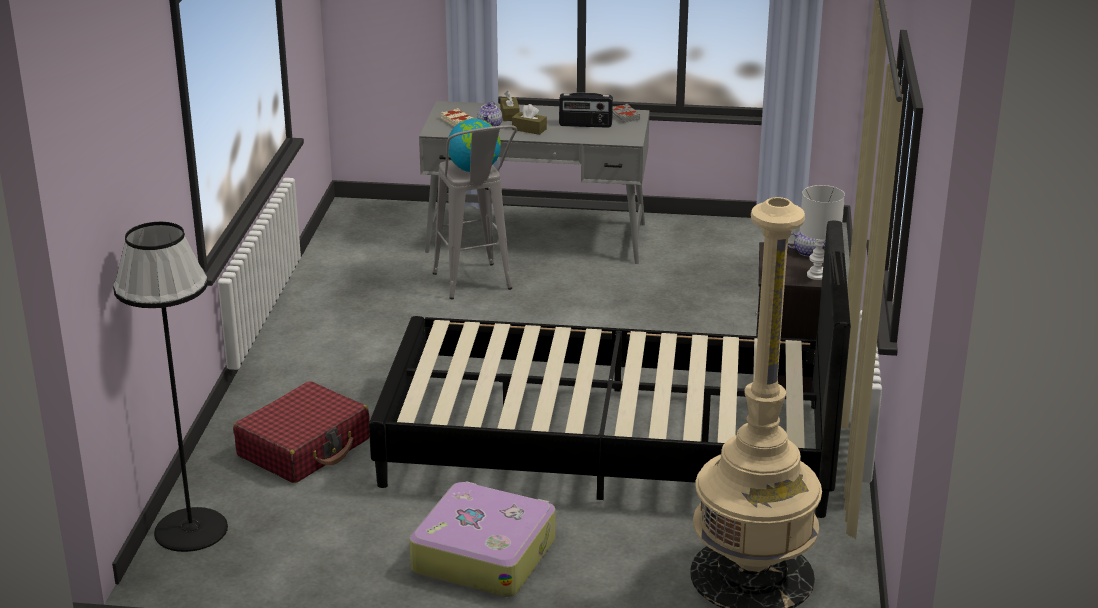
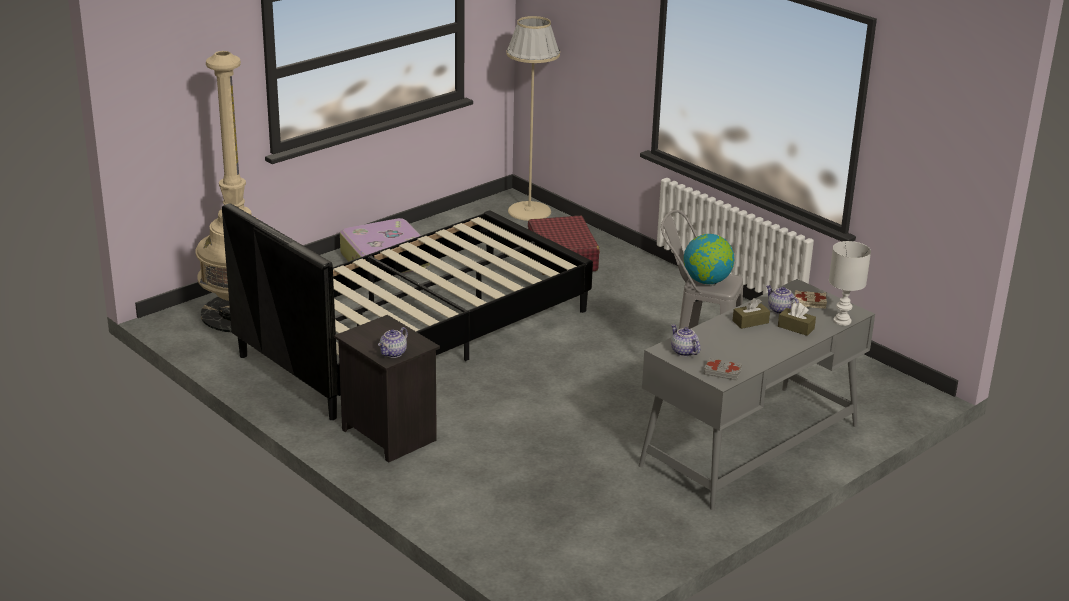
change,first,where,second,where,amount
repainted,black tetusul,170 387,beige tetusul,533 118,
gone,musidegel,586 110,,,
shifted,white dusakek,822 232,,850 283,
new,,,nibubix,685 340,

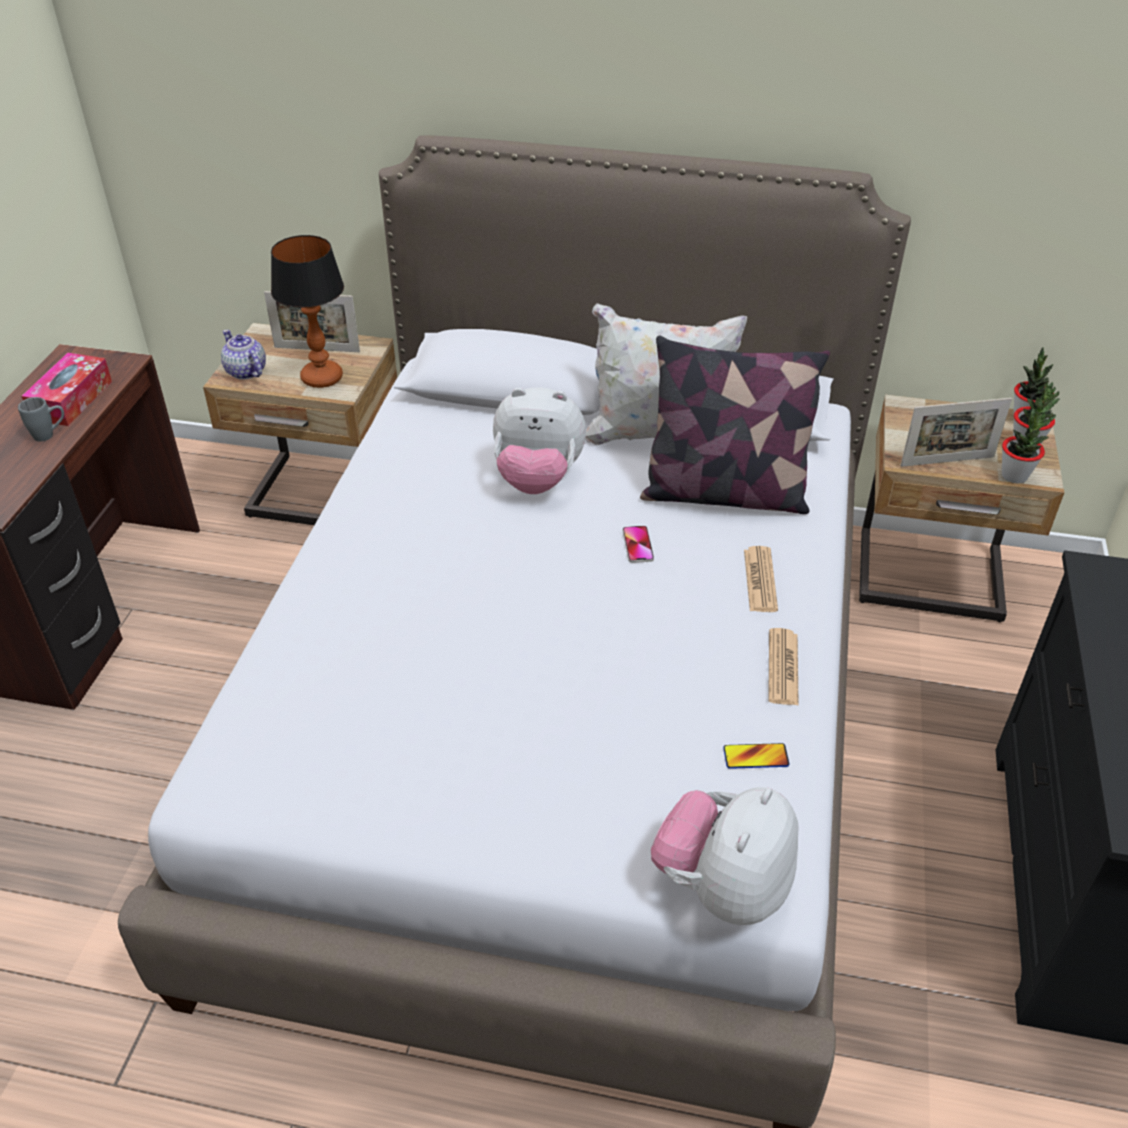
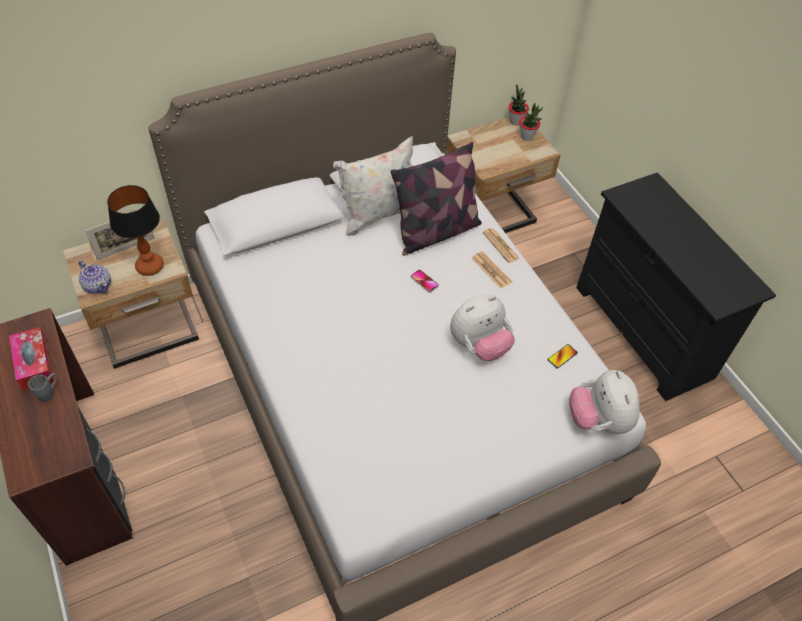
change,first,where,second,where,amount
rotated,nibubix,243 355,,94 277,150 degrees counterclockwise
shifted,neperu,539 440,,482 328,
shifted,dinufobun,783 667,,501 245,
gone,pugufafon,956 432,,,
gone,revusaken,1029 446,,,

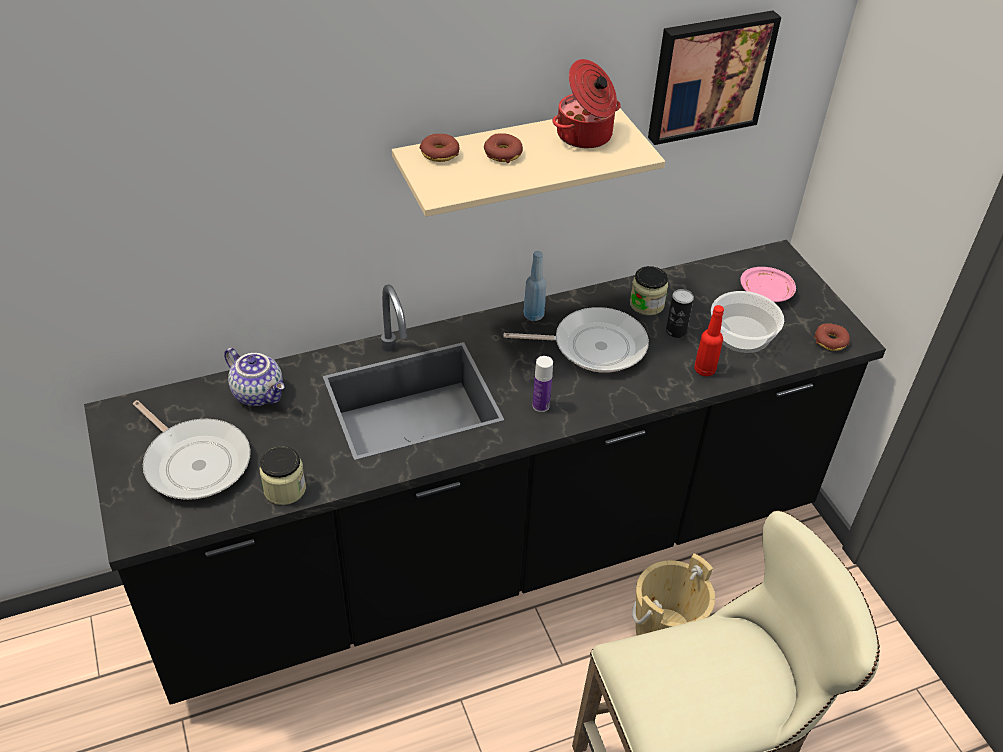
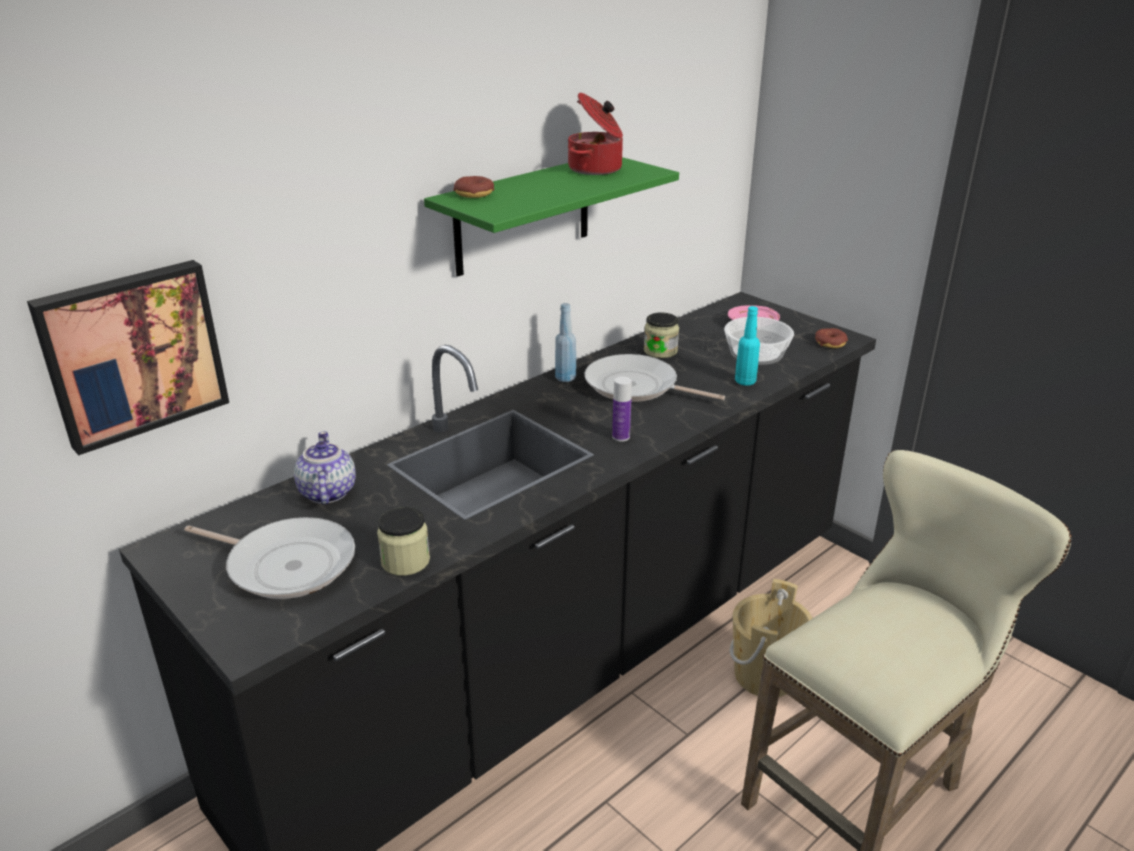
change,first,where,second,where,amount
rotated,nibubix,254 377,,325 468,120 degrees counterclockwise
repainted,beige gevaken,528 162,green gevaken,551 216,
gone,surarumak,503 148,,,
rotated,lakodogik,576 340,,655 378,135 degrees counterclockwise
shifted,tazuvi,714 77,,128 357,
gone,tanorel,680 313,,,
repainted,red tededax,709 340,turquoise tededax,747 346,

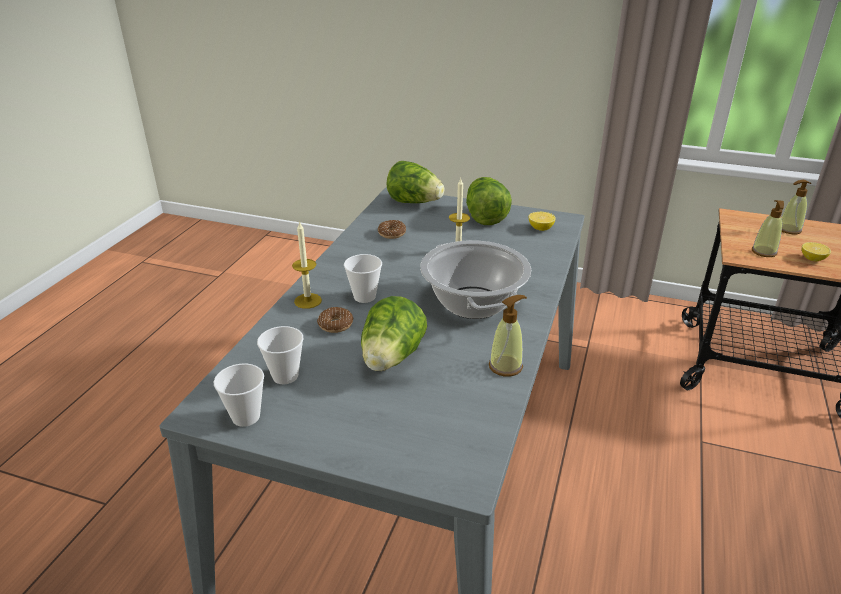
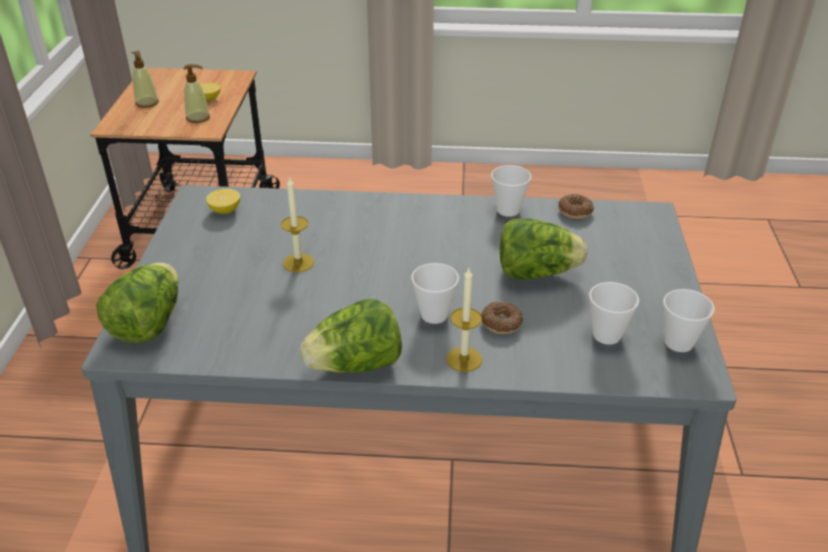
change,first,where,second,where,amount
shifted,surarumak,392 229,,576 206,
gone,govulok,475 279,,,
shifted,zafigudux,489 201,,351 336,
swapped,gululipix,508 336,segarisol,511 191,

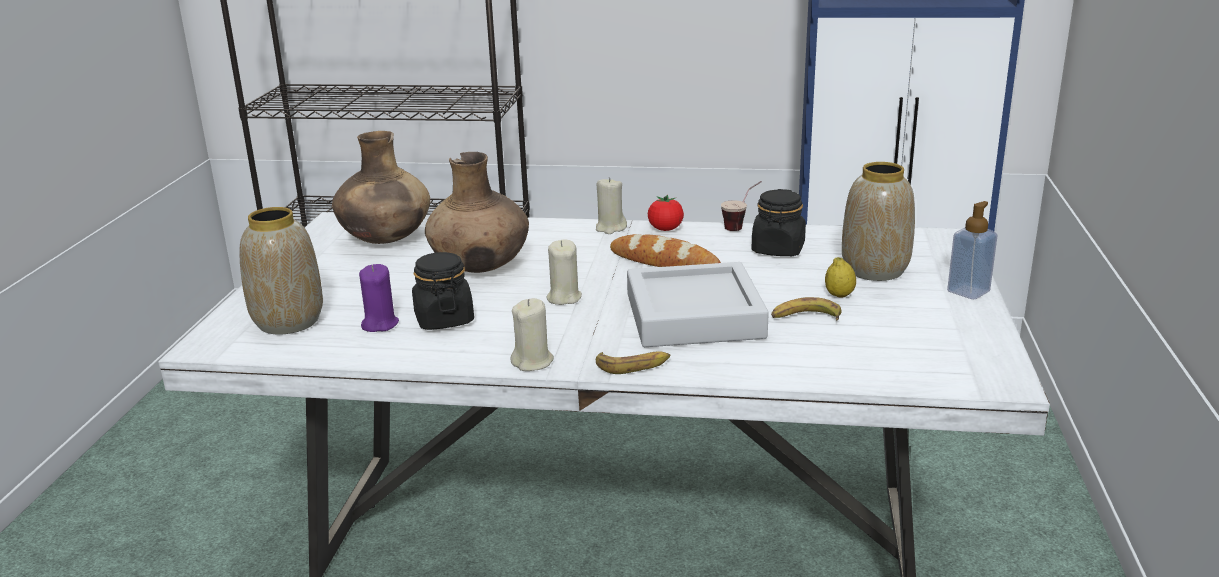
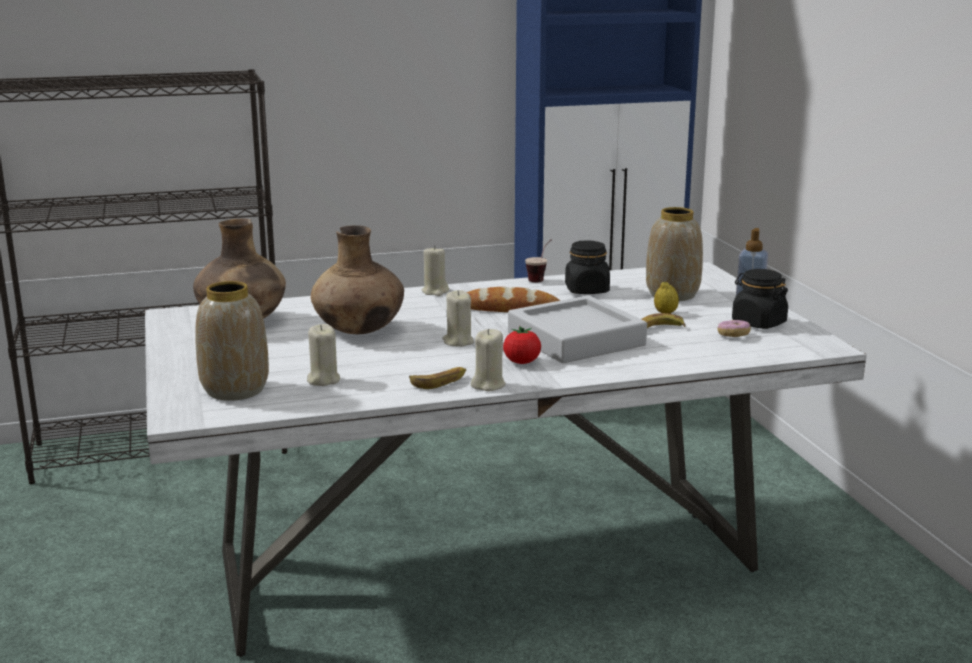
change,first,where,second,where,amount
repainted,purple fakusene,379 298,beige fakusene,323 355,
shifted,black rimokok,443 291,,760 299,
shifted,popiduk,633 362,,437 378,
shifted,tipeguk,666 213,,522 345,
new,,,surarumak,734 328,

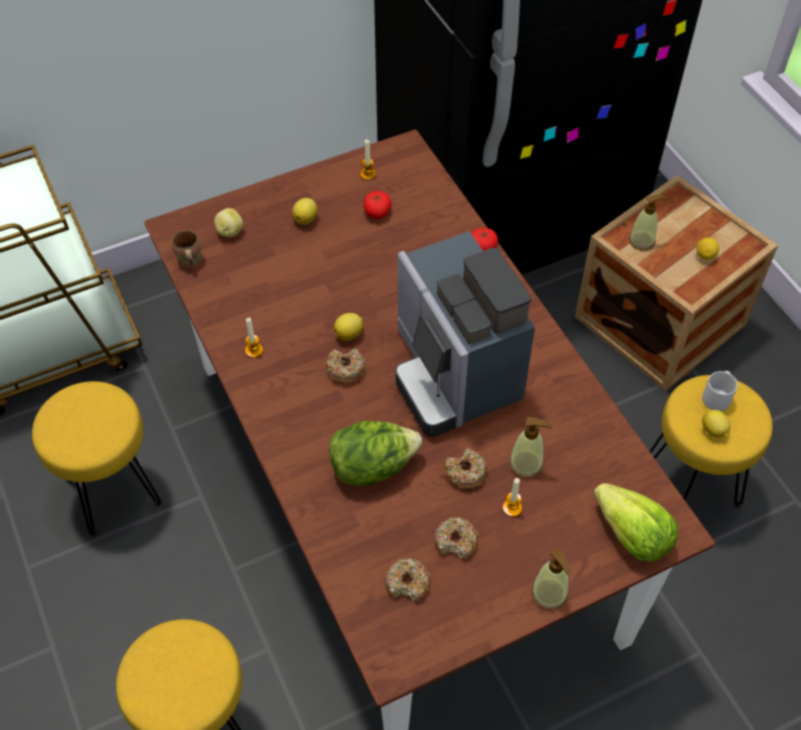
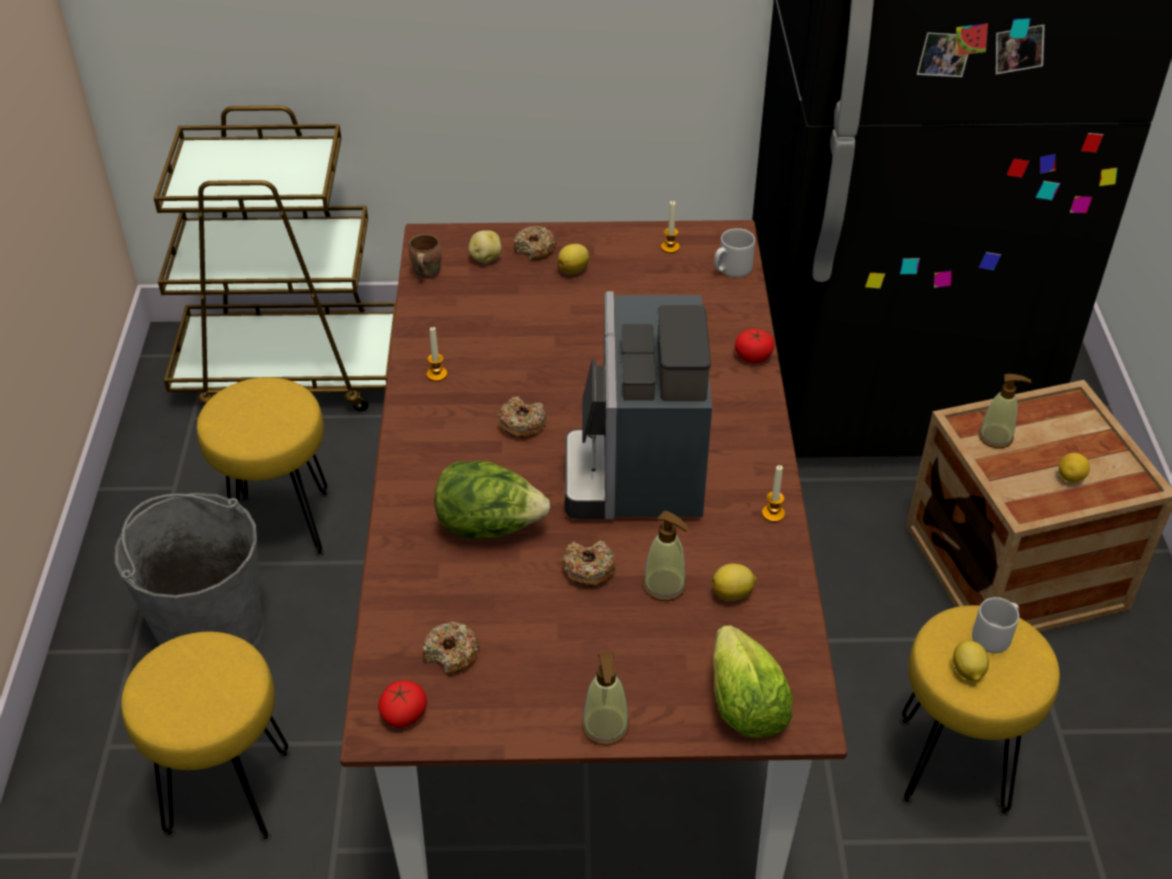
change,first,where,second,where,amount
shifted,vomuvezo,348 327,,734 582,
shifted,tipeguk,378 205,,402 703,
shifted,surarumak,456 538,,535 243,
shifted,fakusene,512 497,,773 493,
new,,,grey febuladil,189 570,
new,,,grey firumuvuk,734 253,

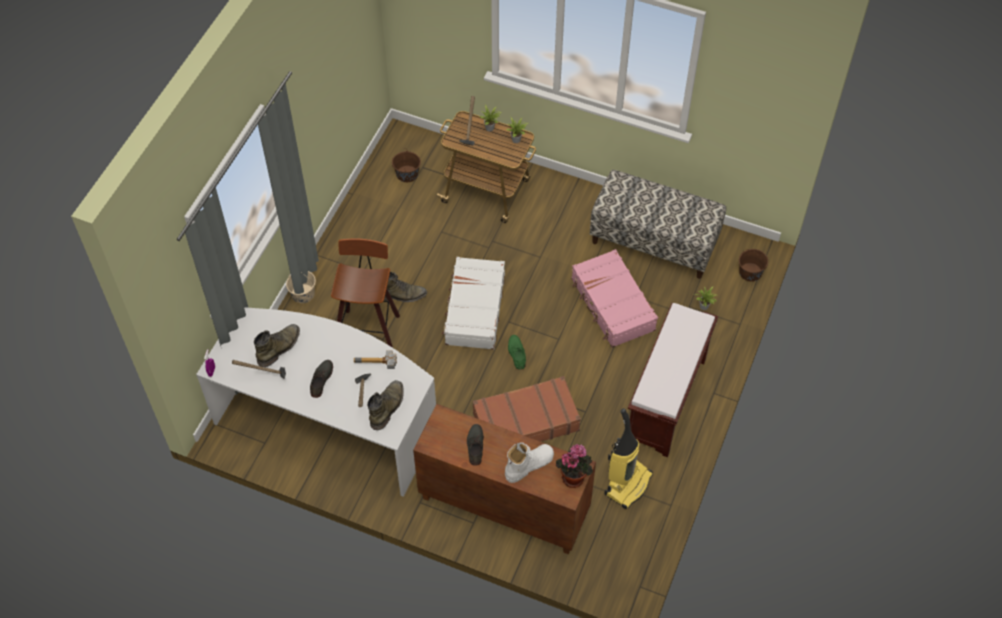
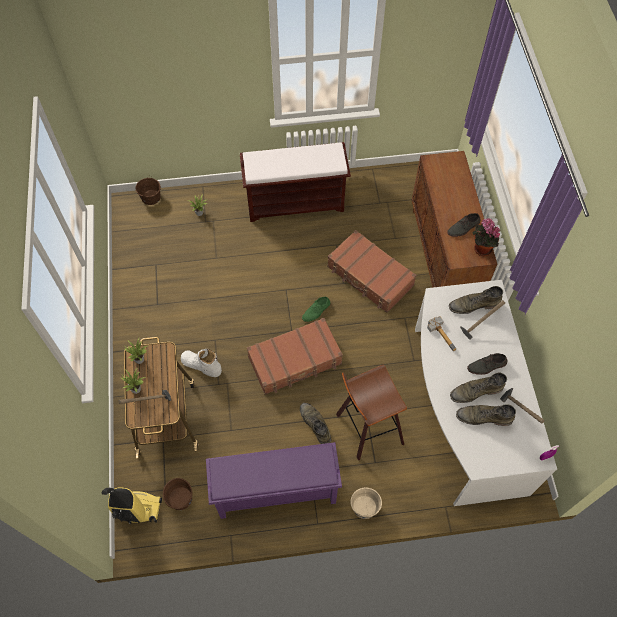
change,first,where,second,where,amount
repainted,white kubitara,473 303,brown kubitara,295 356,
shifted,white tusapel,529 462,,201 363,
shifted,revusaken,574 466,,486 237,
gone,pink kubitara,614 298,,,
gone,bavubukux,658 224,,,
shifted,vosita,628 458,,132 505,
new,,,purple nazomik,274 480,
new,,,green tusapel,478 388,

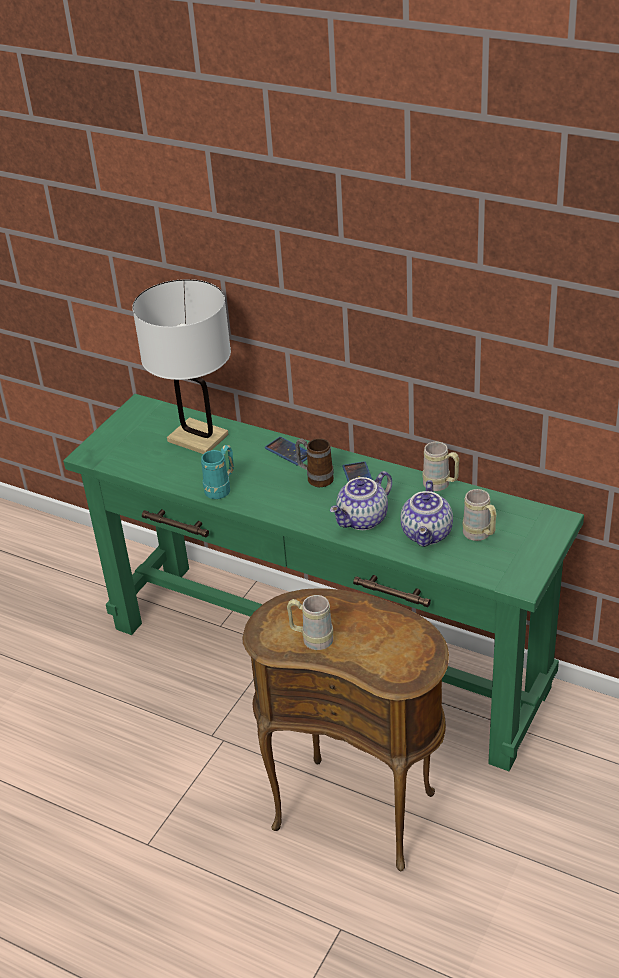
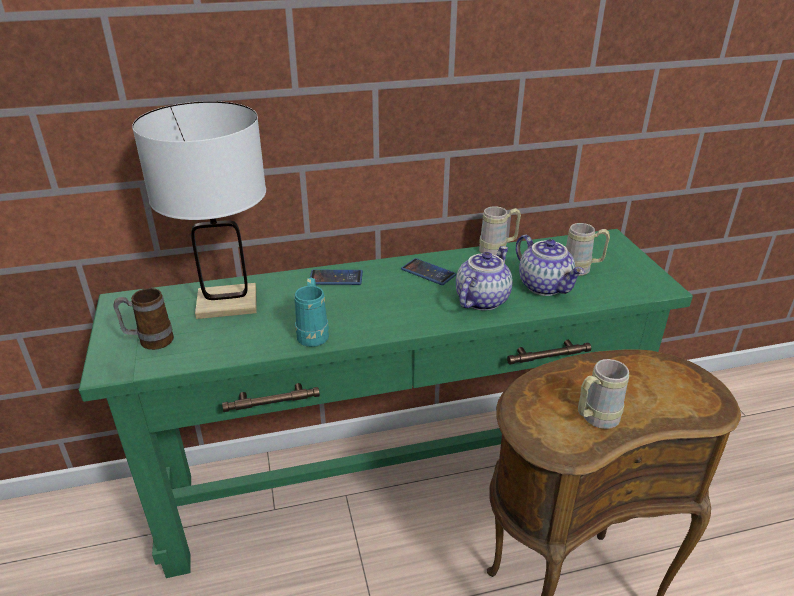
change,first,where,second,where,amount
shifted,firumuvuk,314 462,,143 319,
rotated,nibubix,361 500,,484 278,150 degrees counterclockwise

